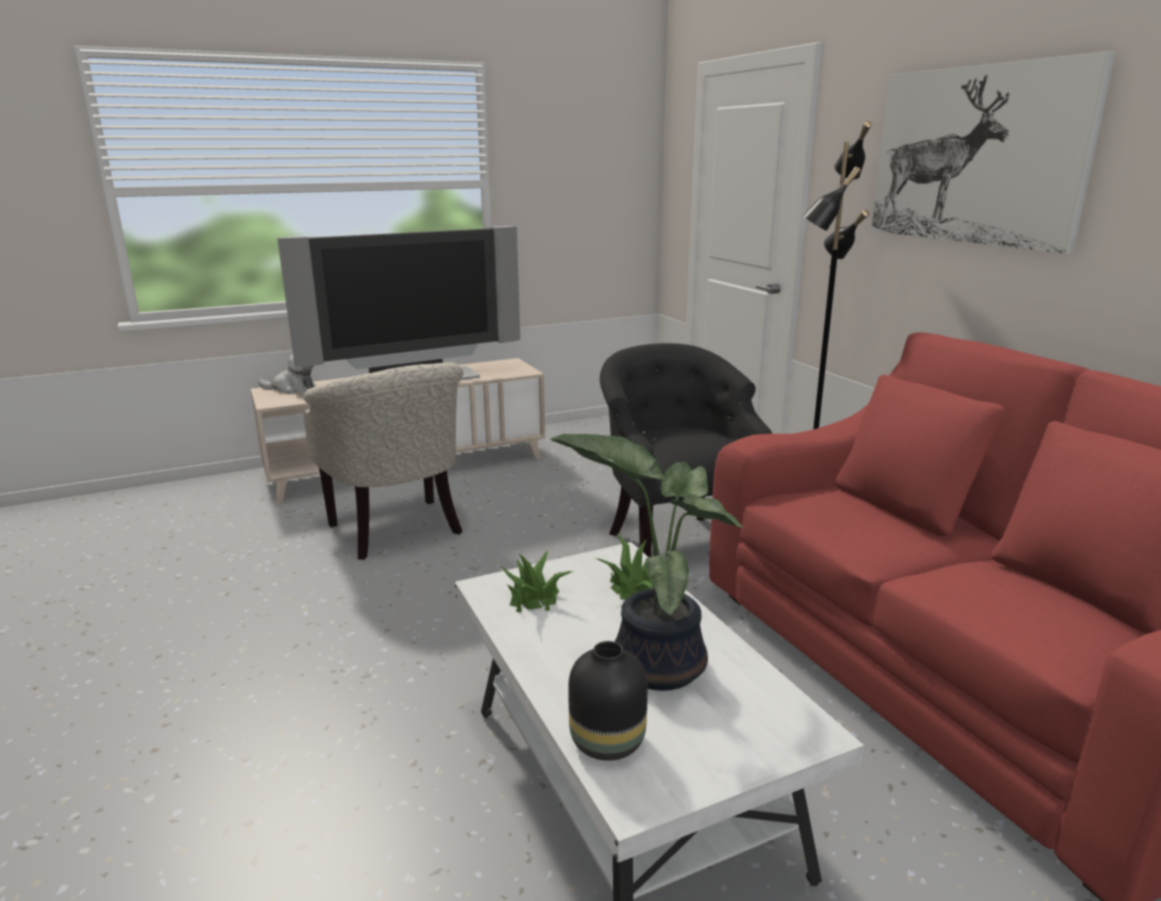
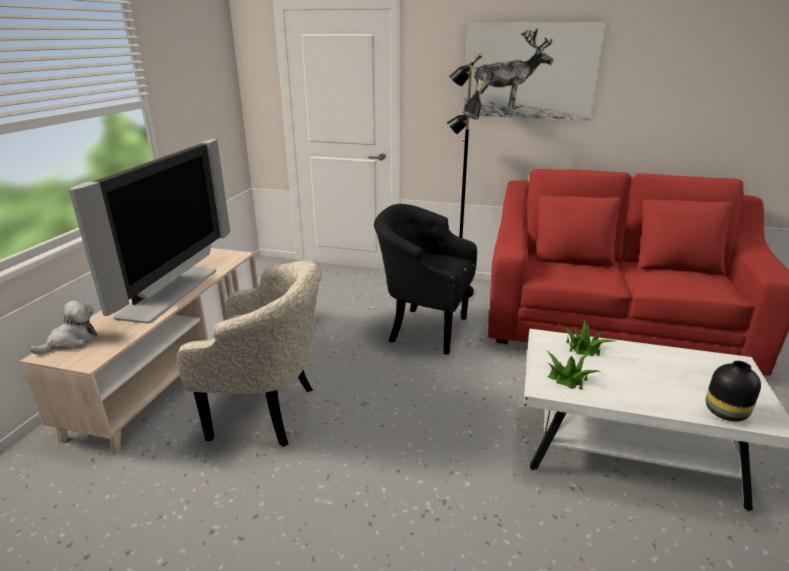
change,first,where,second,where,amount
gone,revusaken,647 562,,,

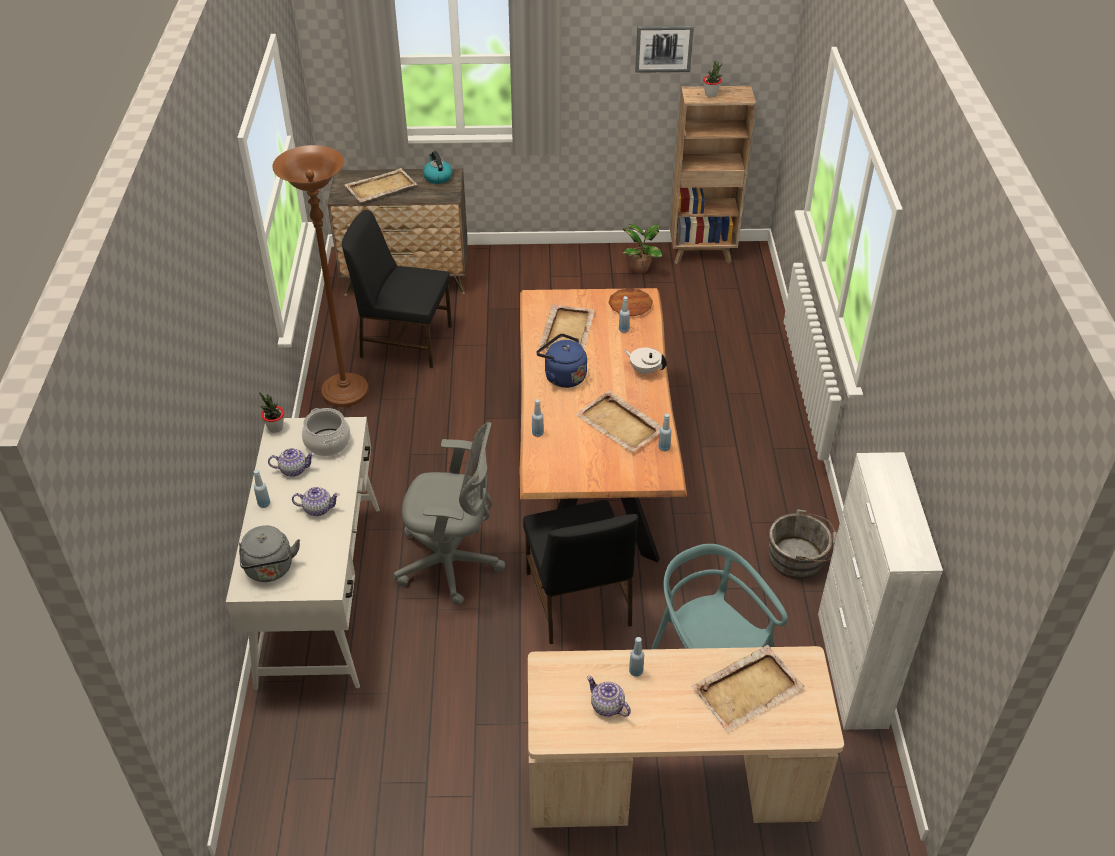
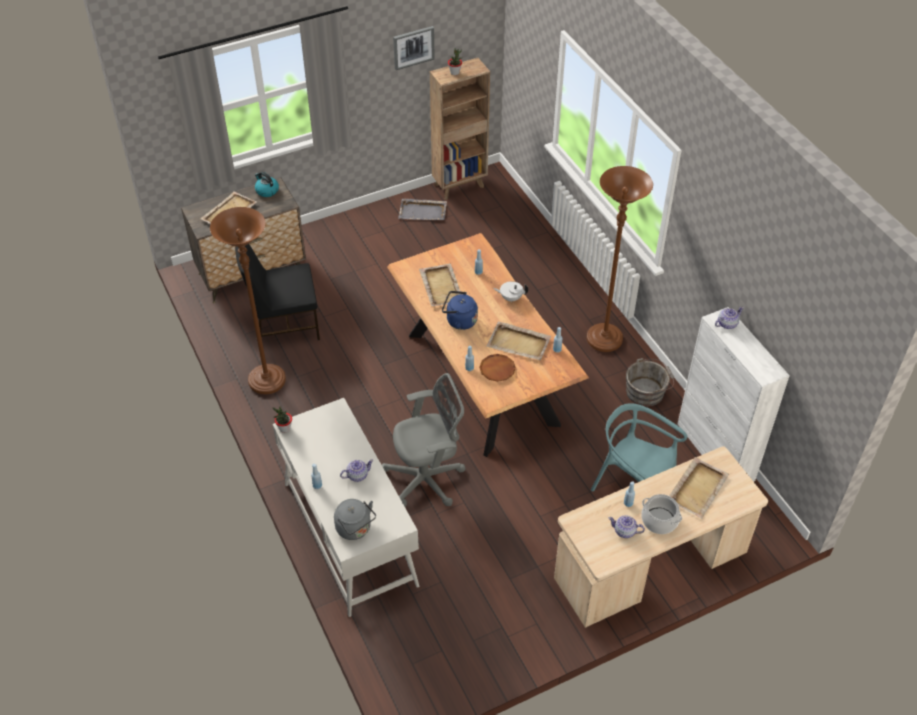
change,first,where,second,where,amount
shifted,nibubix,291 462,,729 318,
shifted,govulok,326 432,,661 514,
gone,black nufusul,580 572,,,
shifted,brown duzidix,630 302,,497 368,
swapped,revusaken,643 249,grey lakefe,422 209,
new,,,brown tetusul,620 259,

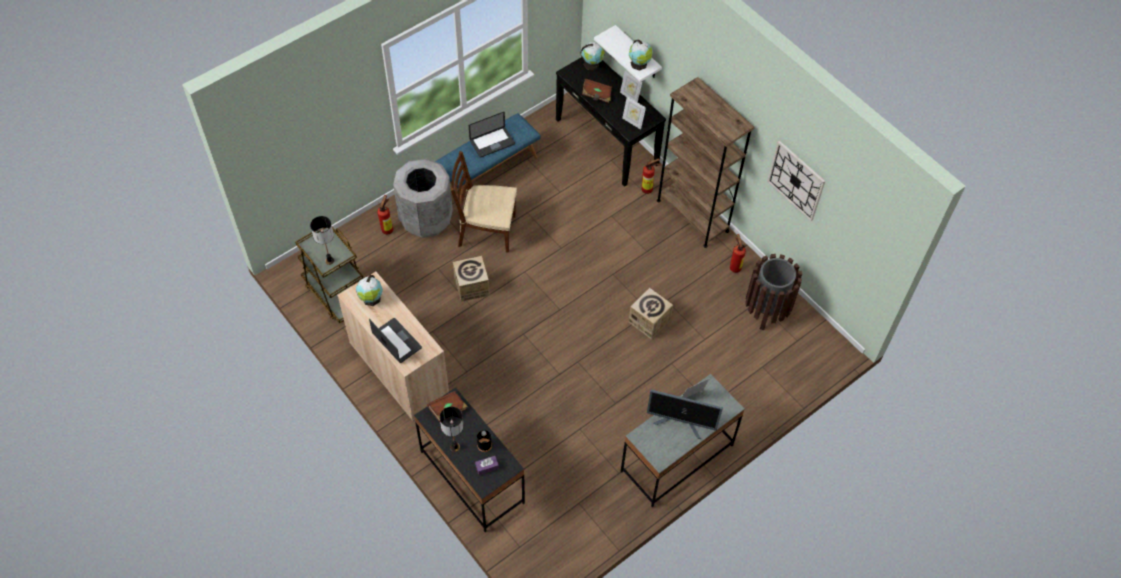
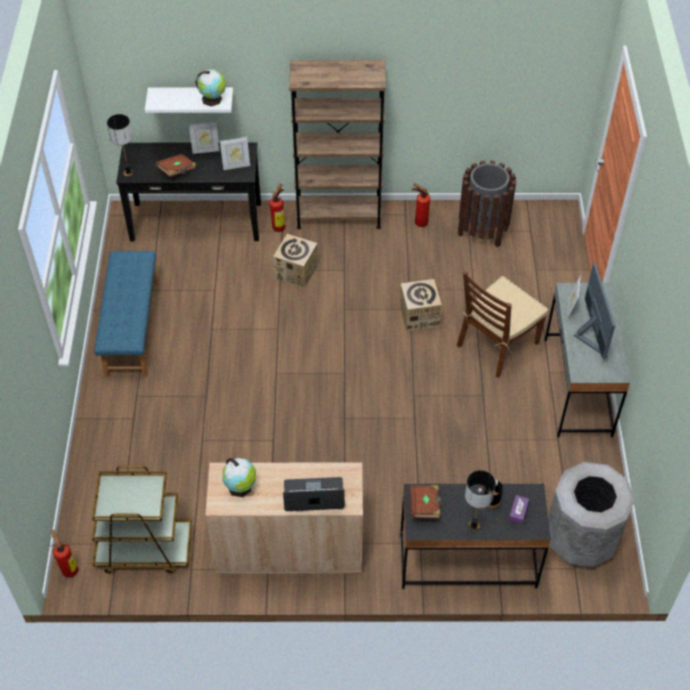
change,first,where,second,where,amount
shifted,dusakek,322 240,,120 145,
shifted,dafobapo,385 214,,64 554,
shifted,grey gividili,423 198,,591 514,
shifted,brown nufusul,484 202,,502 324,
shifted,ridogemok,471 279,,295 261,
gone,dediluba,492 135,,,
gone,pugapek,592 56,,,
rotated,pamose,685 414,,594 311,60 degrees counterclockwise
gone,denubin,796 181,,,

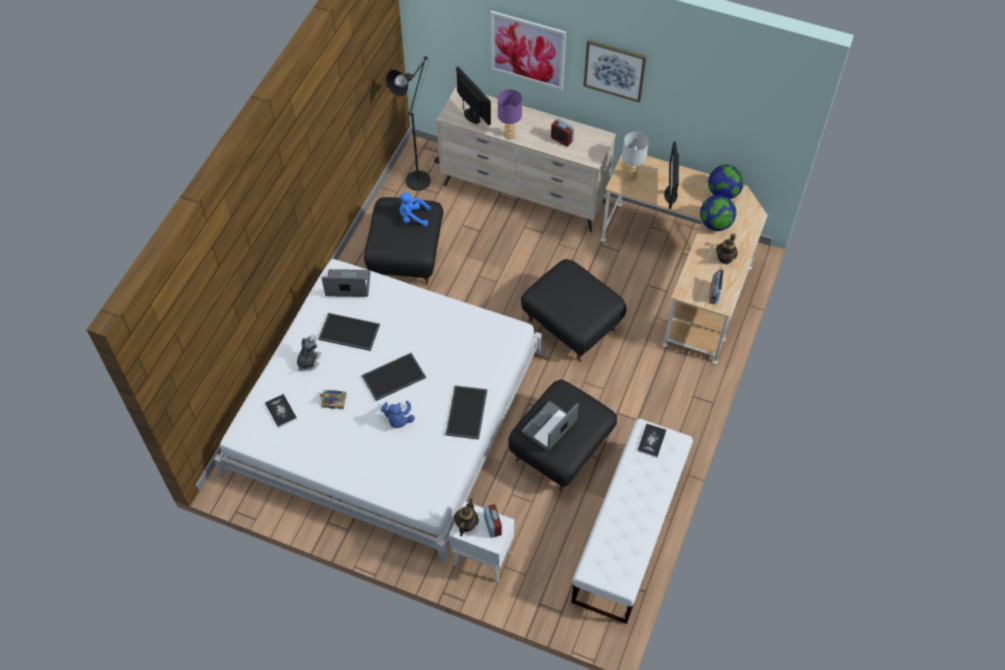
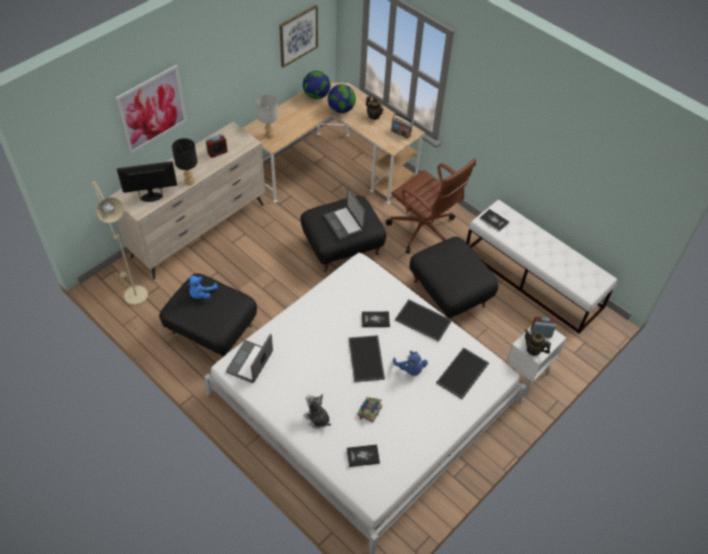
change,first,where,second,where,amount
shifted,lakefe,349 332,,462 373,
rotated,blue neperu,398 414,,410 363,45 degrees clockwise
repainted,black tetusul,412 123,beige tetusul,120 243,
repainted,purple dusakek,510 114,black dusakek,185 161,
shifted,dediluba,550 426,,345 214,
shifted,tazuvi,614 71,,298 36,
gone,pamose,671 175,,,
new,,,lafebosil,376 319,
new,,,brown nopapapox,431 206,

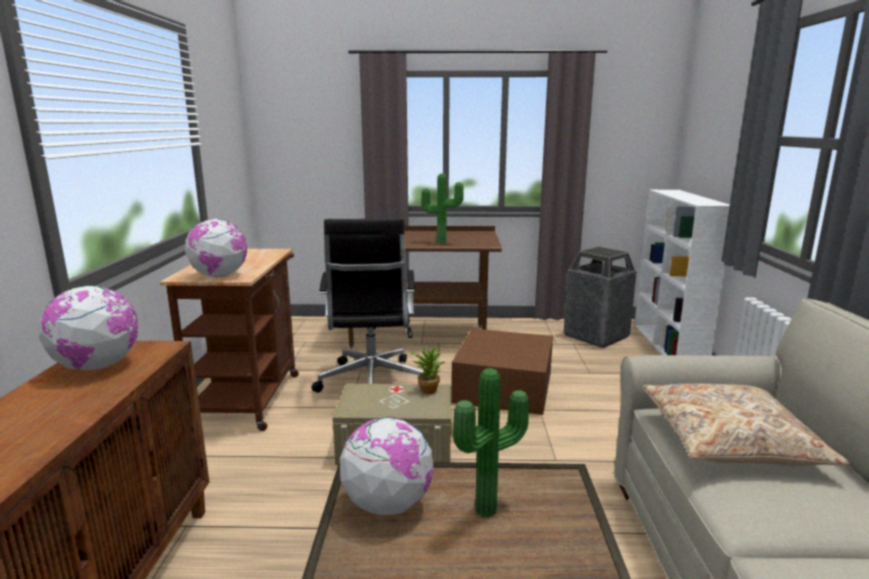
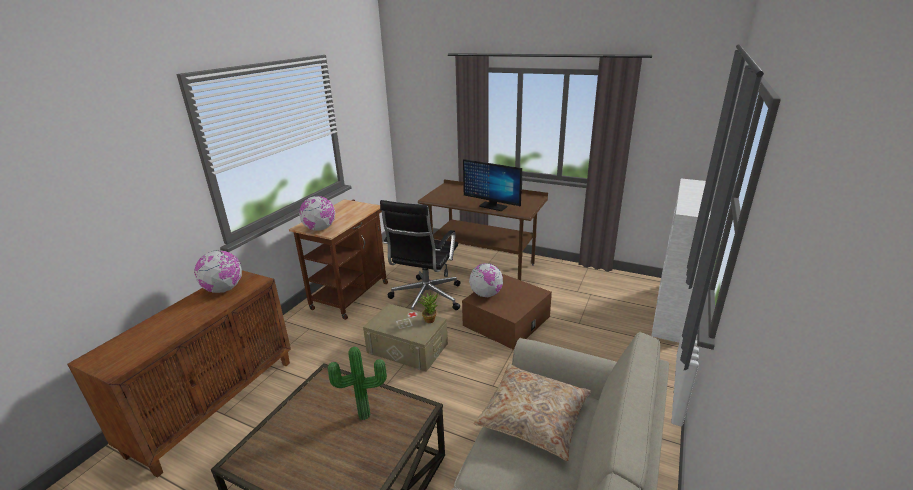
change,first,where,second,where,amount
shifted,pugapek,386 466,,486 280,
swapped,revusaken,442 208,pamose,492 185,
gone,gividili,600 297,,,

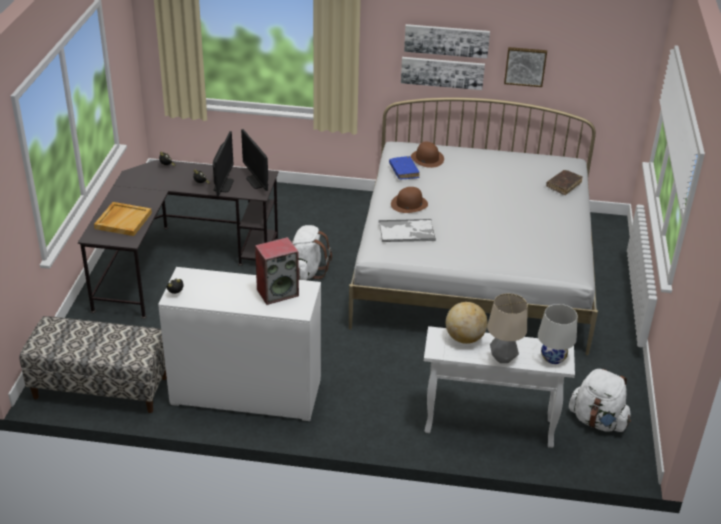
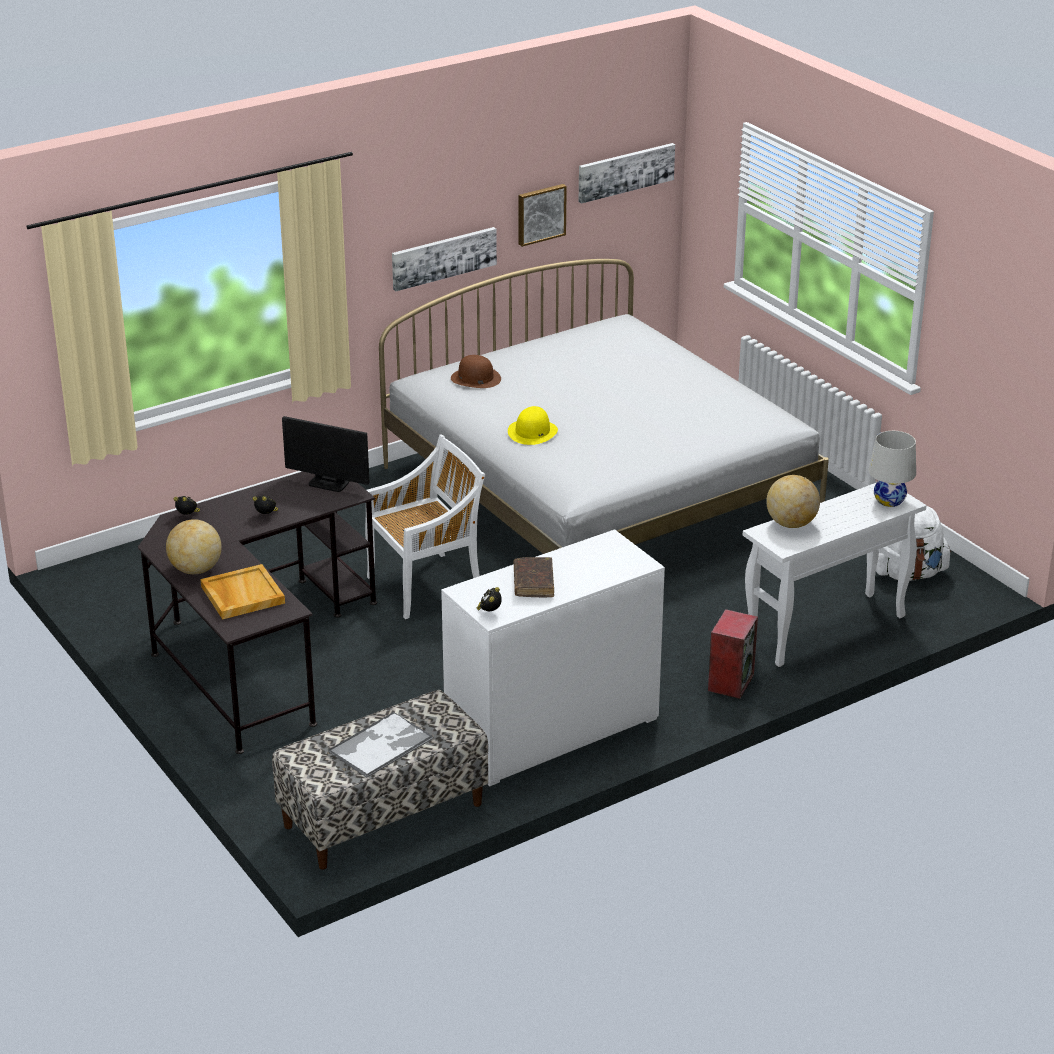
change,first,where,second,where,amount
gone,pamose,223 163,,,
shifted,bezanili,277 271,,733 654,
swapped,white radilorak,312 252,white nufusul,425 527,
shifted,lakefe,407 230,,380 744,
gone,blue lafebosil,404 167,,,
repainted,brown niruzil,409 200,yellow niruzil,533 425,
shifted,tazuvi,447 41,,627 173,
gone,dusakek,507 328,,,
shifted,brown lafebosil,564 182,,534 577,
new,,,pugapek,194 546,

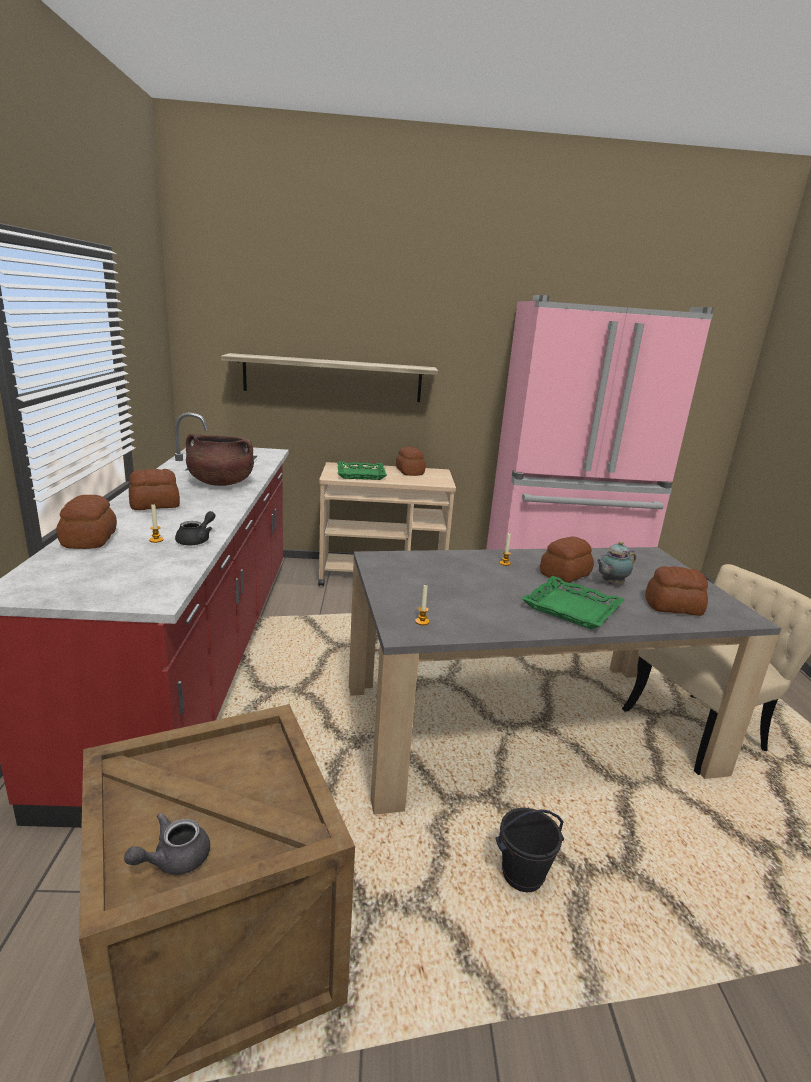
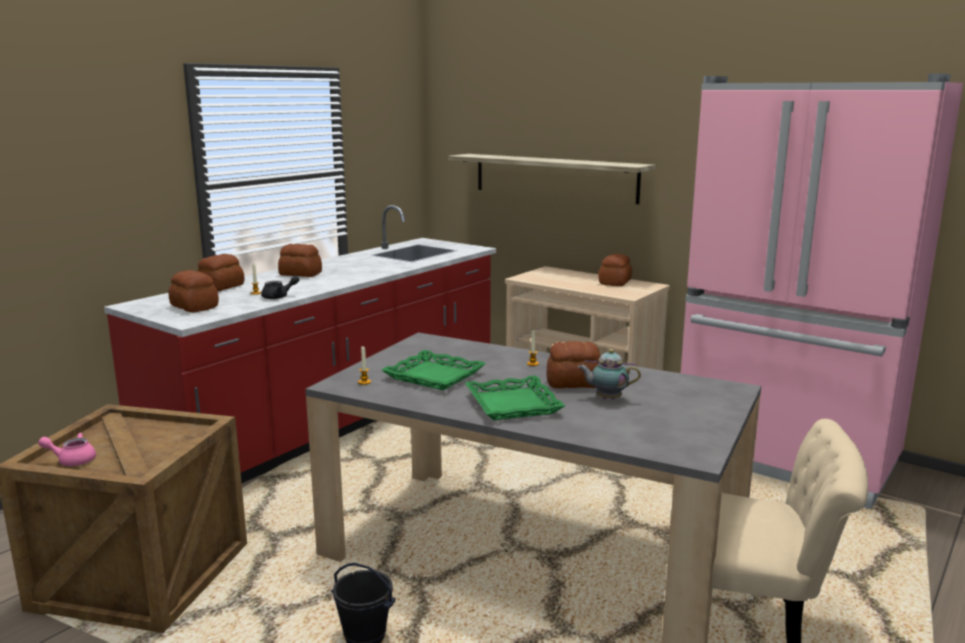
change,first,where,second,where,amount
repainted,grey nibubix,167 844,pink nibubix,67 449,
gone,brown govulok,220 460,,,
shifted,green lakefe,362 470,,434 370,
shifted,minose,676 591,,193 291,

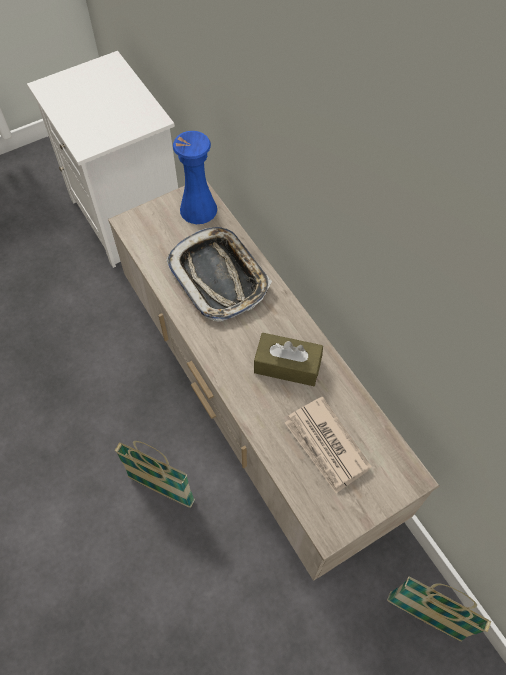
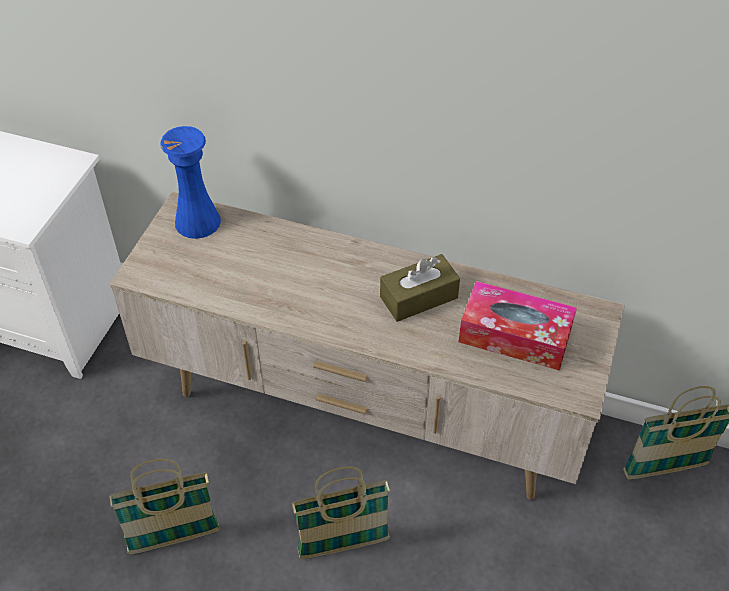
change,first,where,second,where,amount
gone,lakefe,219 274,,,
swapped,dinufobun,328 445,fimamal,518 326,
new,,,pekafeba,164 506,

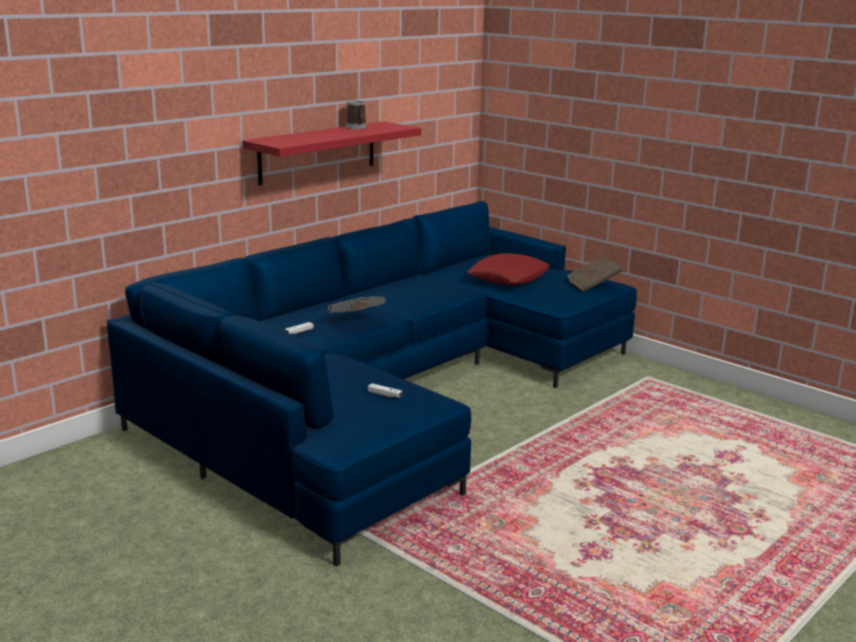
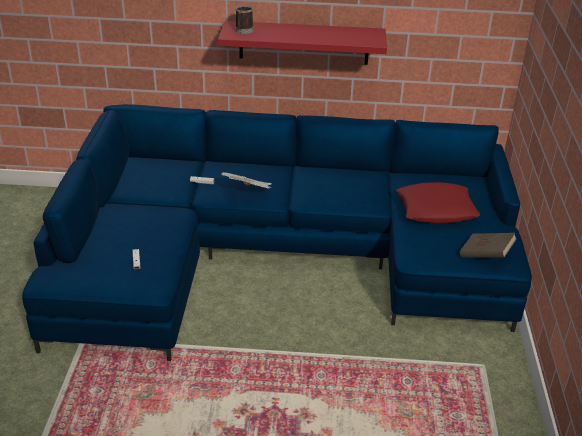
change,first,where,second,where,amount
shifted,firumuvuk,356 115,,244 19,

